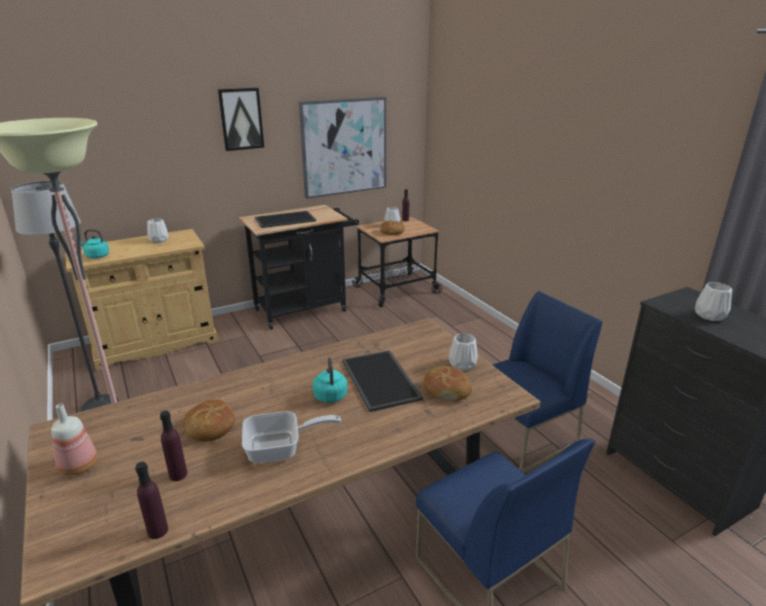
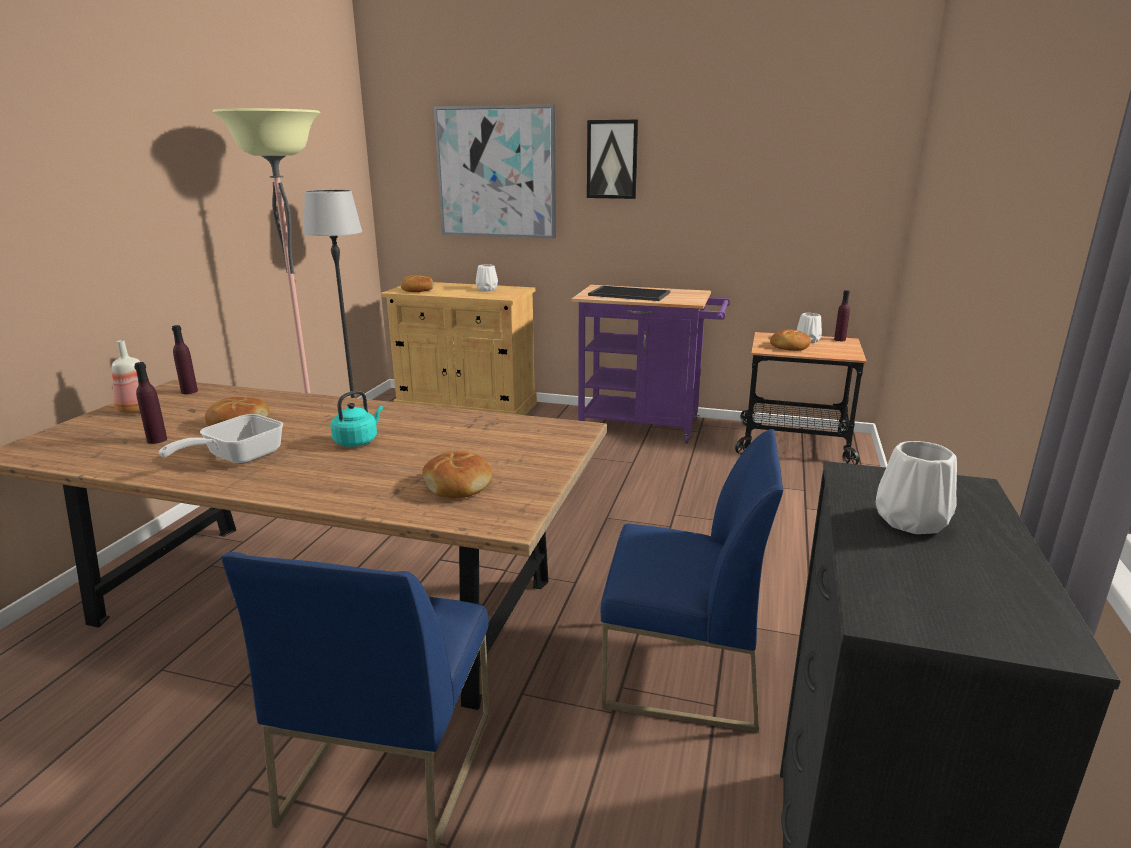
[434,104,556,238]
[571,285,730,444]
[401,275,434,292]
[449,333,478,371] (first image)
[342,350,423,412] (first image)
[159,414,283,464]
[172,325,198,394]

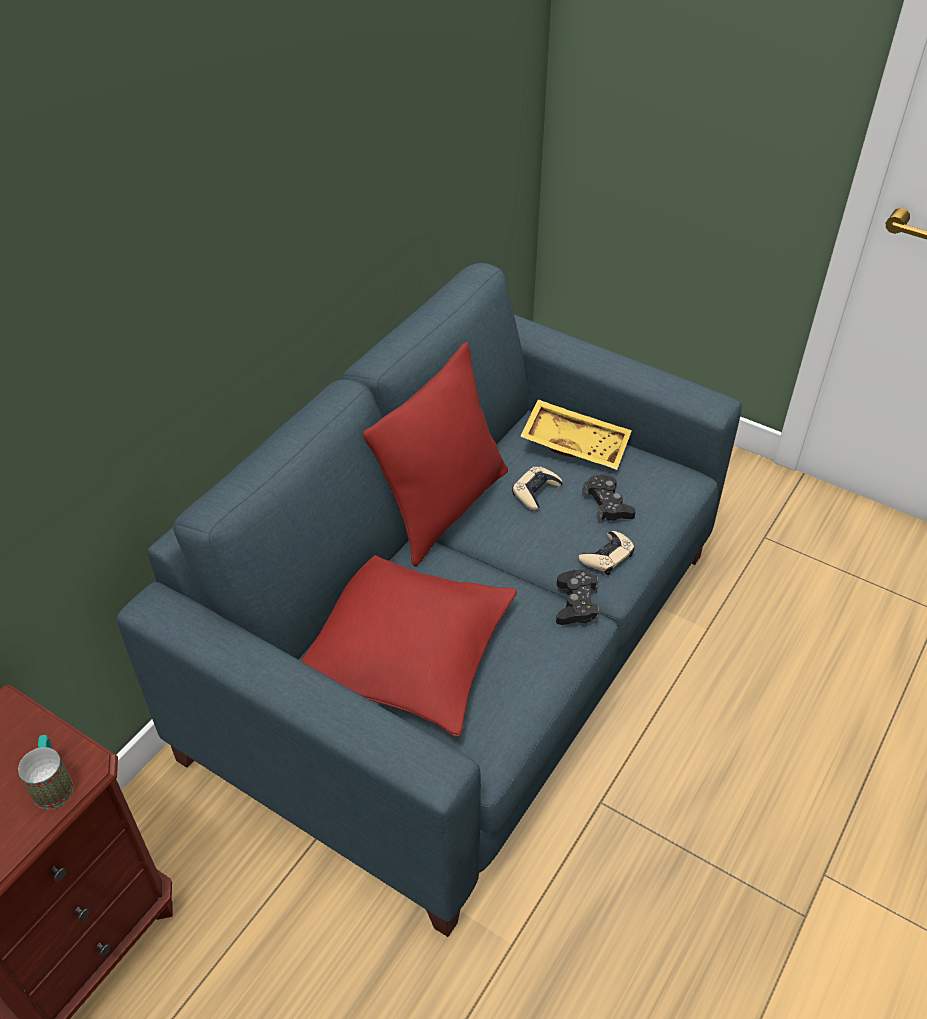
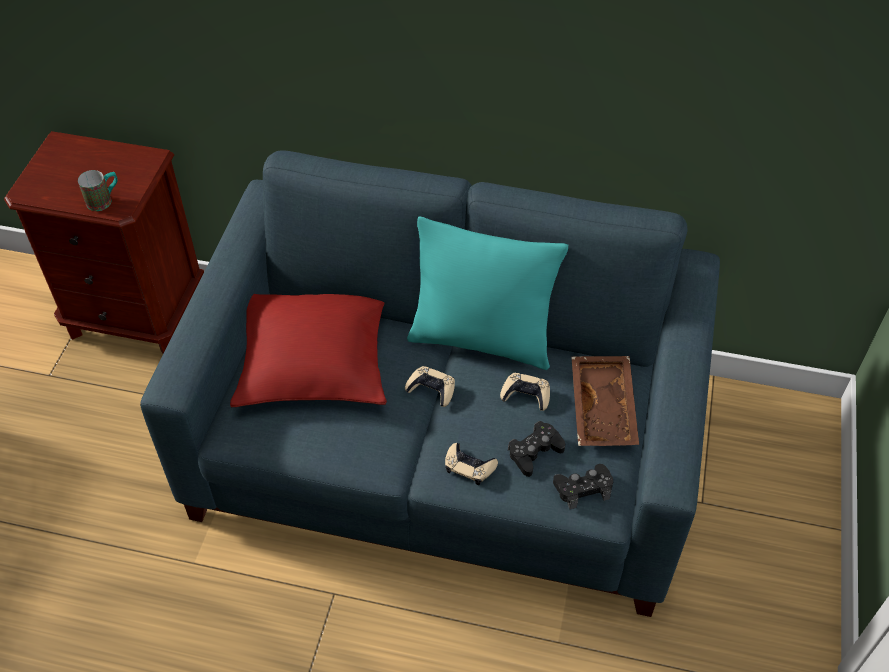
[407,216,568,370]
[571,356,639,446]
[553,464,613,509]
[405,366,455,407]

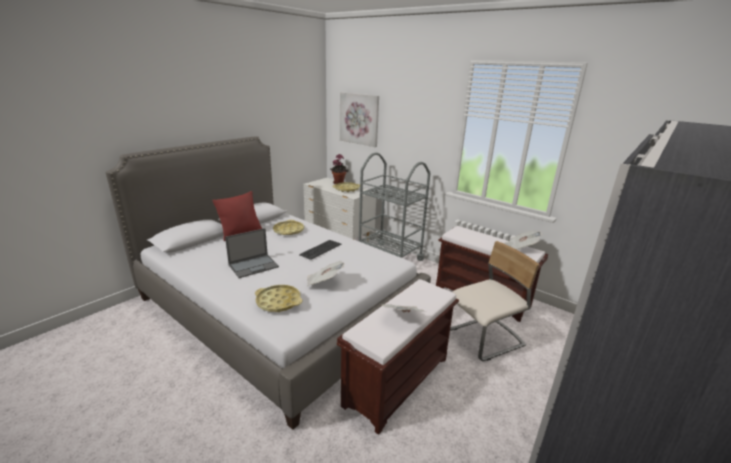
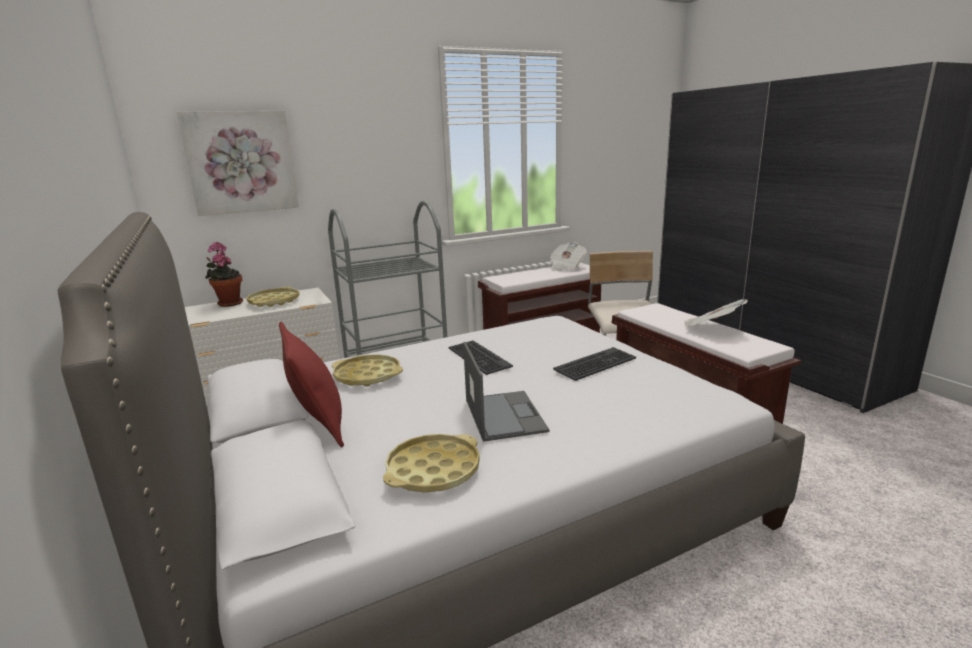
[553,347,636,381]
[383,434,480,492]

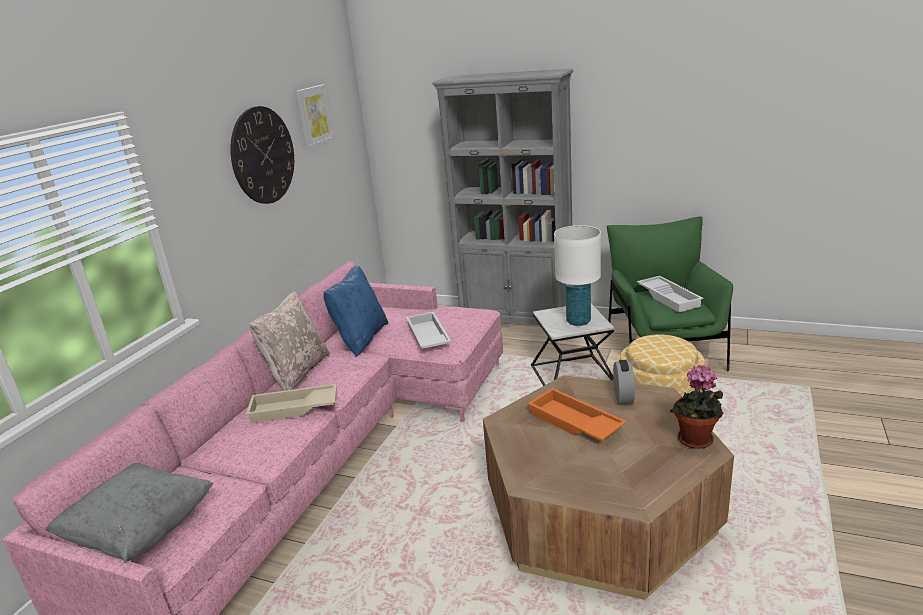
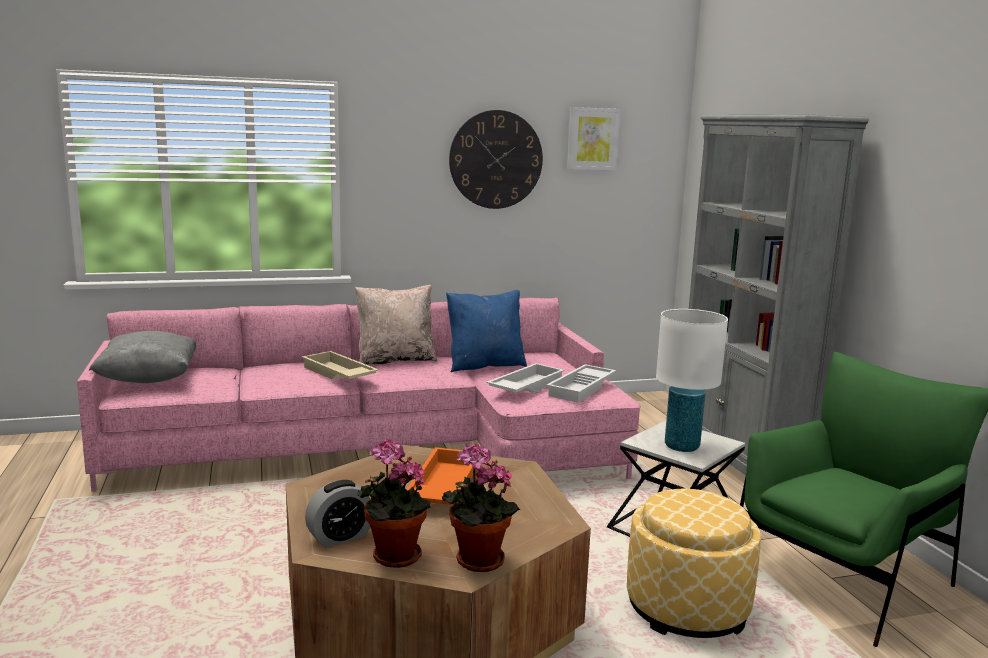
[546,364,616,403]
[305,480,371,547]
[356,439,431,568]

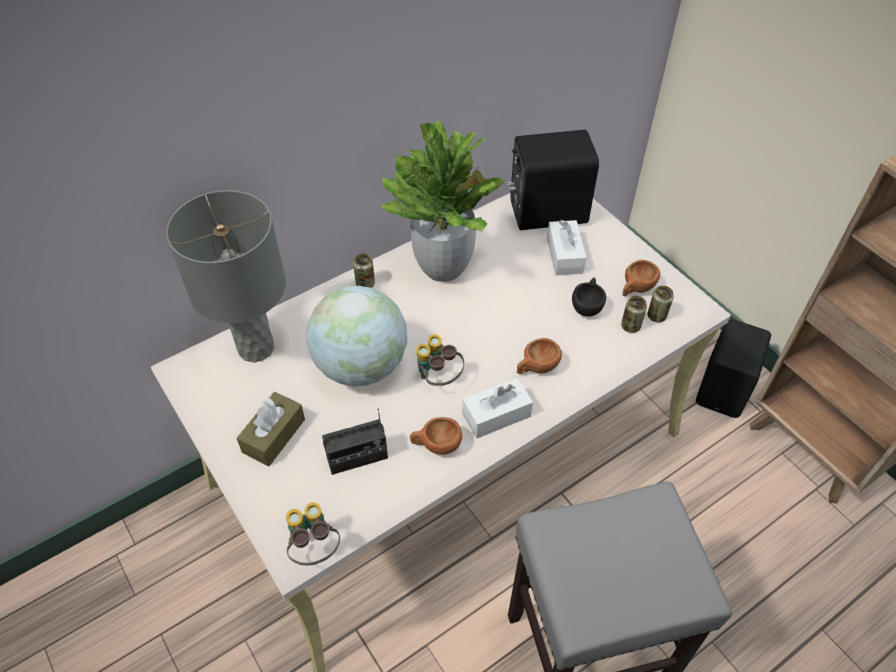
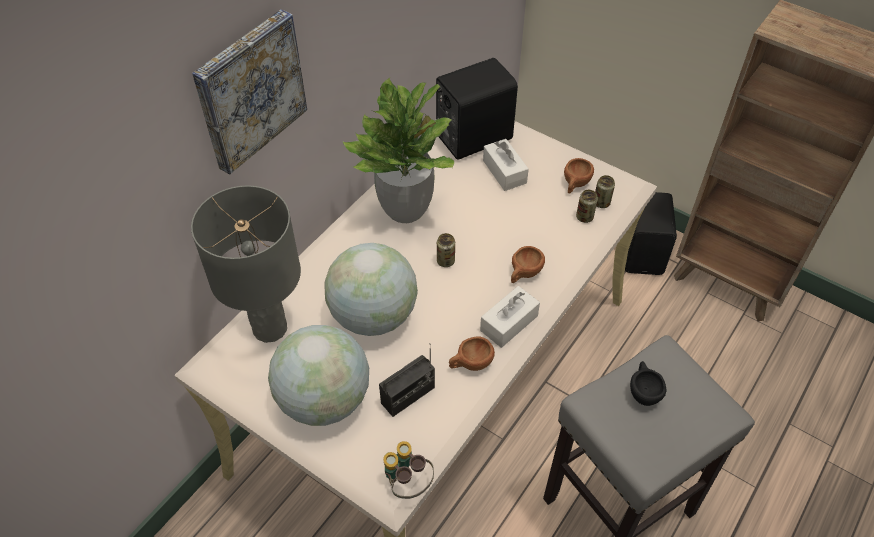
[437,233,455,267]
[630,361,666,406]
[416,334,464,386] (first image)
[268,325,369,426]
[192,9,307,175]

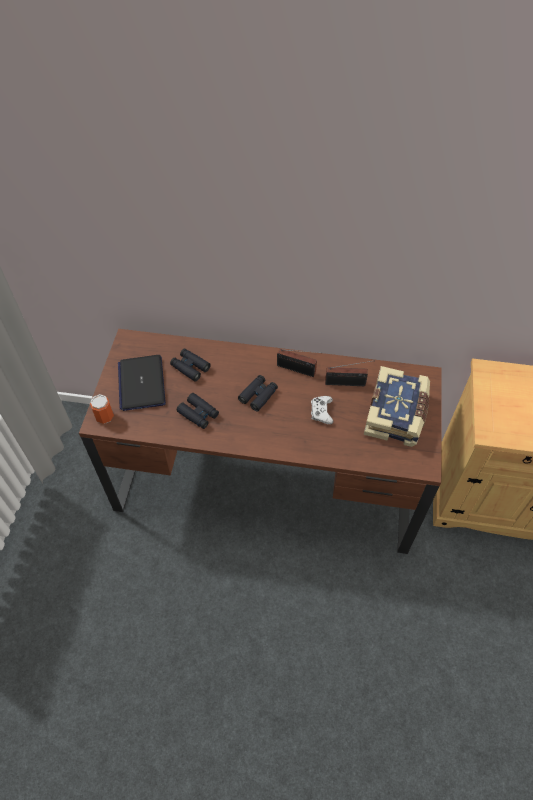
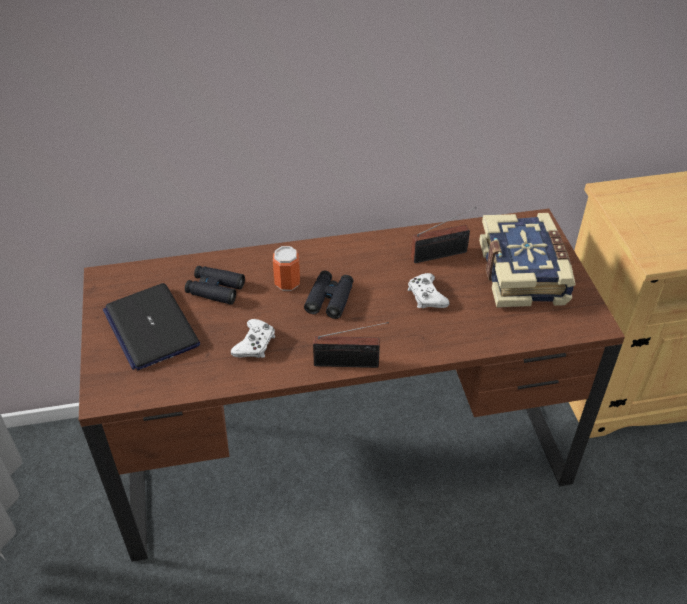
[313,322,389,368]
[231,319,275,358]
[273,246,300,291]

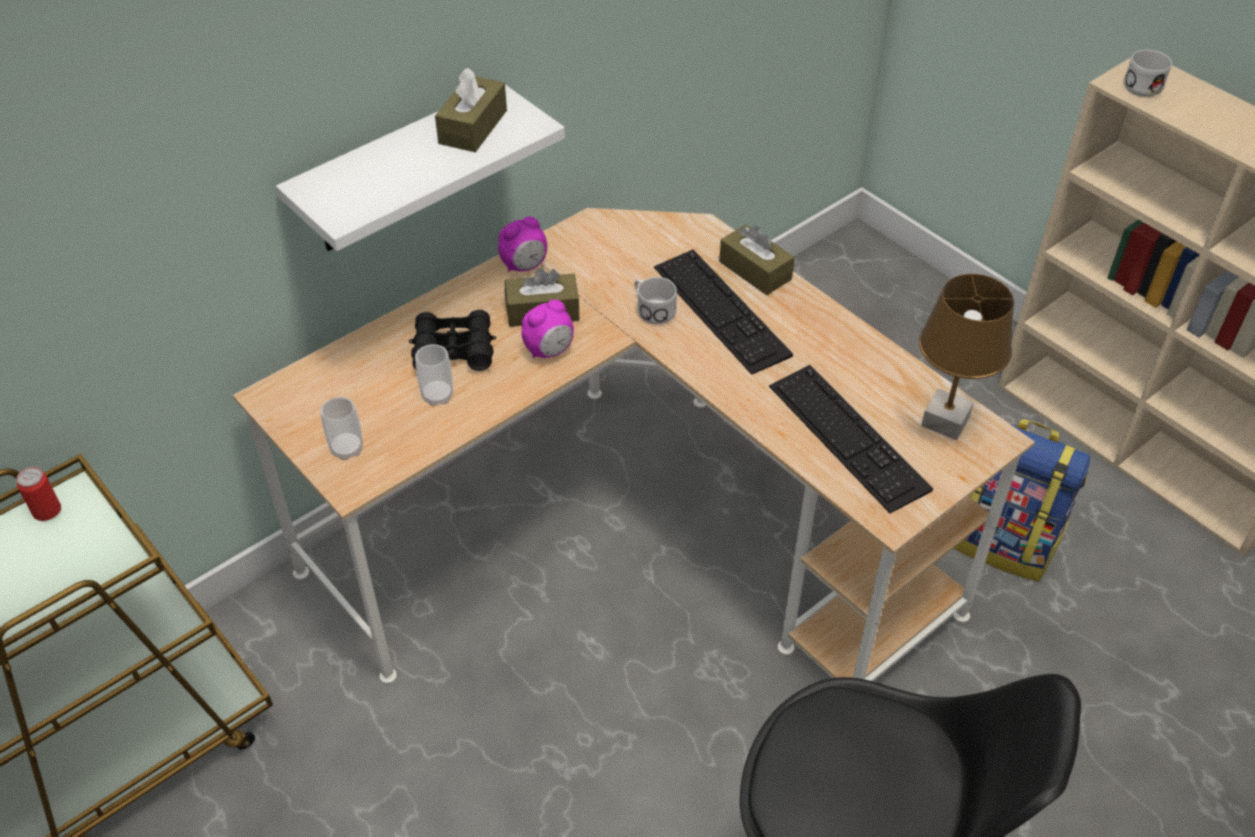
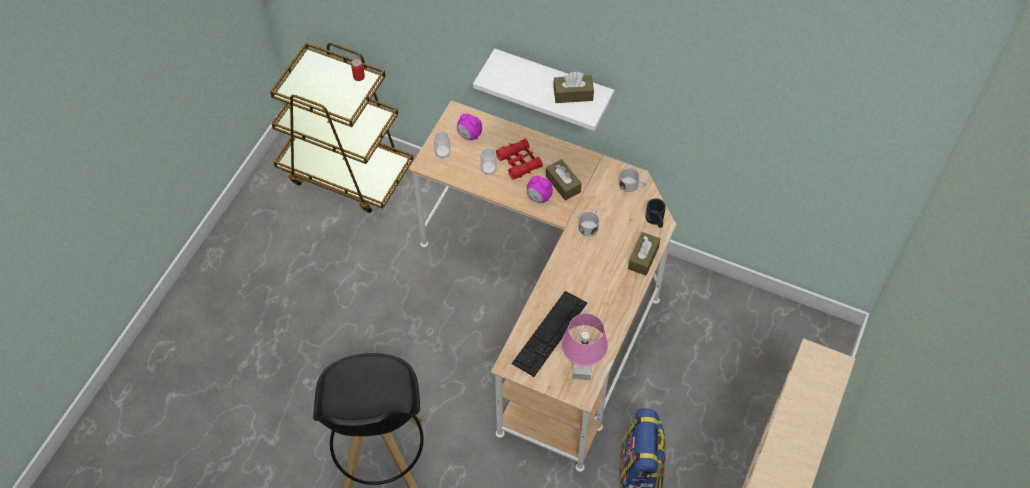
[619,168,646,192]
[457,114,482,140]
[654,249,793,375] (first image)
[561,313,608,380]
[496,139,543,179]
[645,198,666,228]

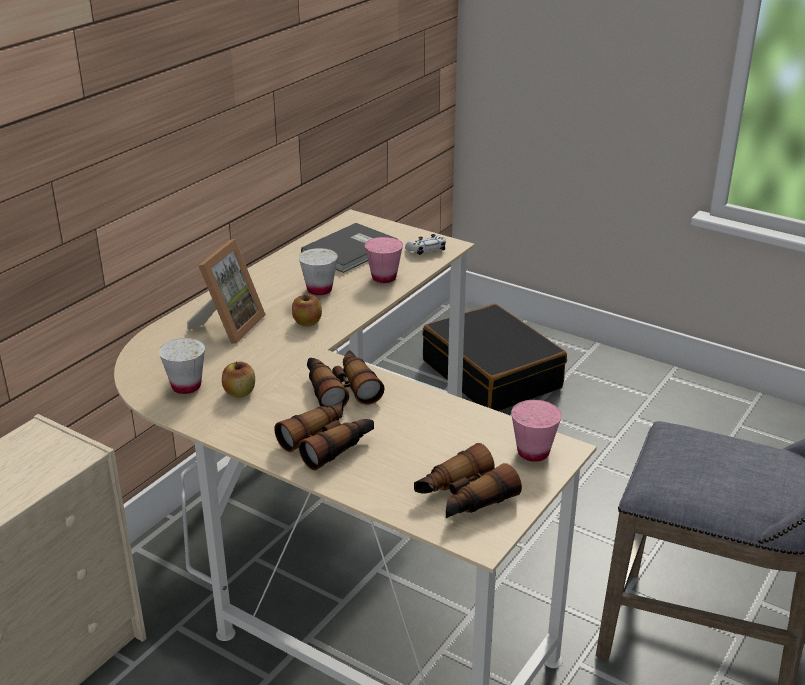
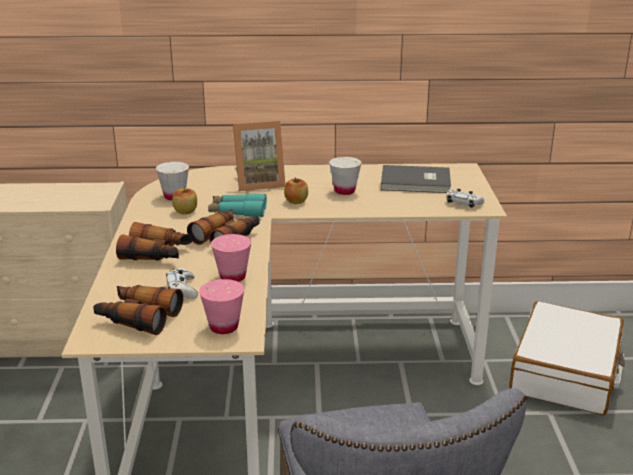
[211,234,251,282]
[509,301,625,415]
[208,194,267,217]
[166,268,198,299]

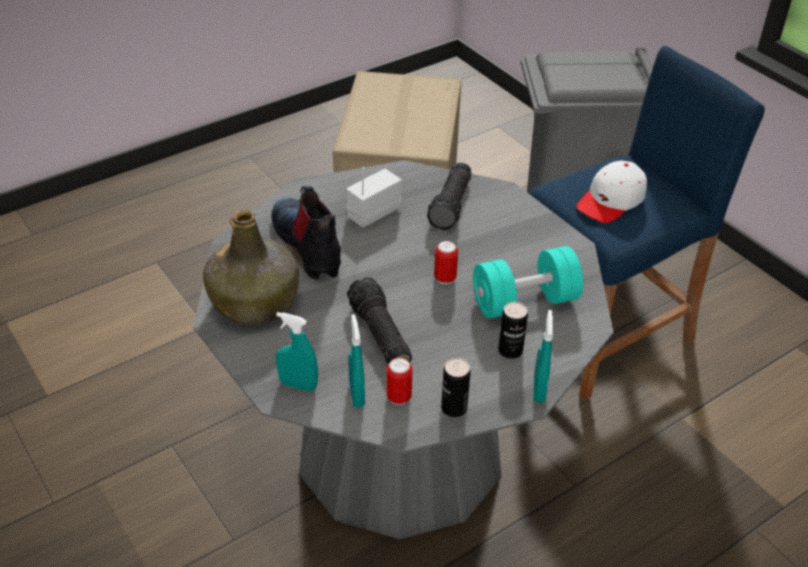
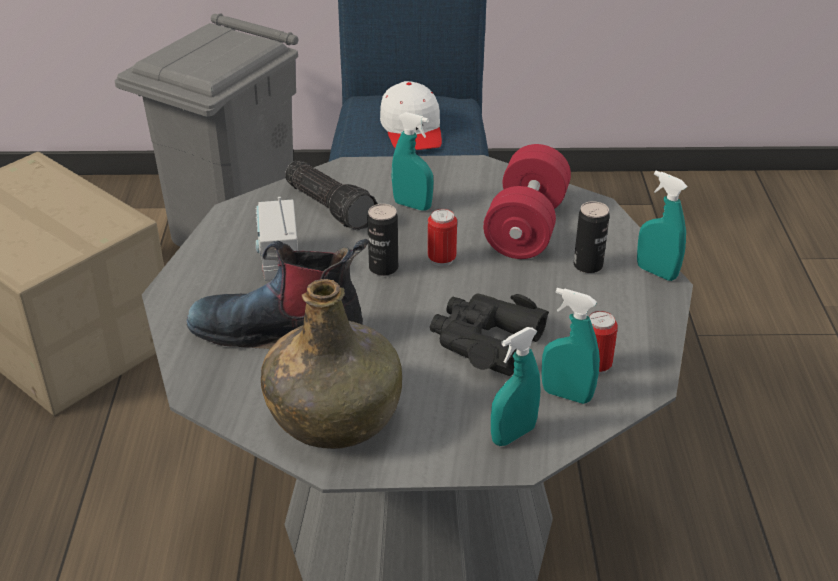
[483,144,571,259]
[430,293,549,376]
[367,204,398,276]
[392,112,433,210]

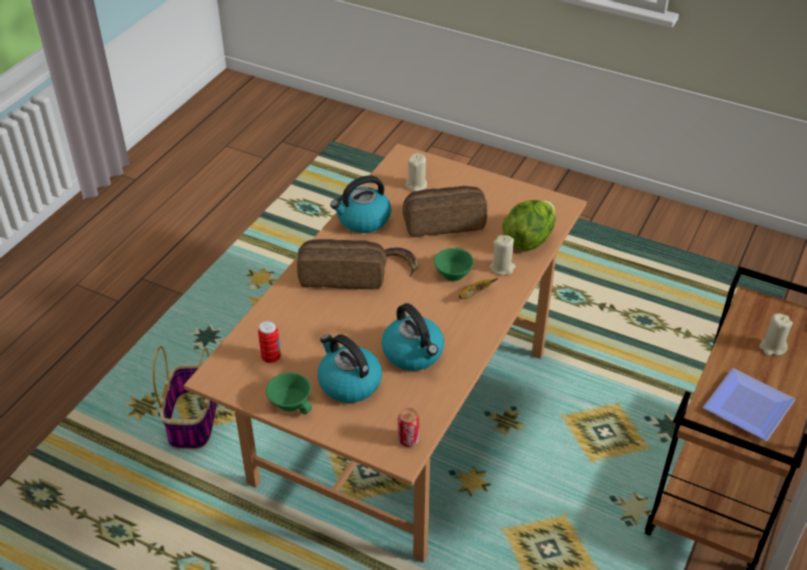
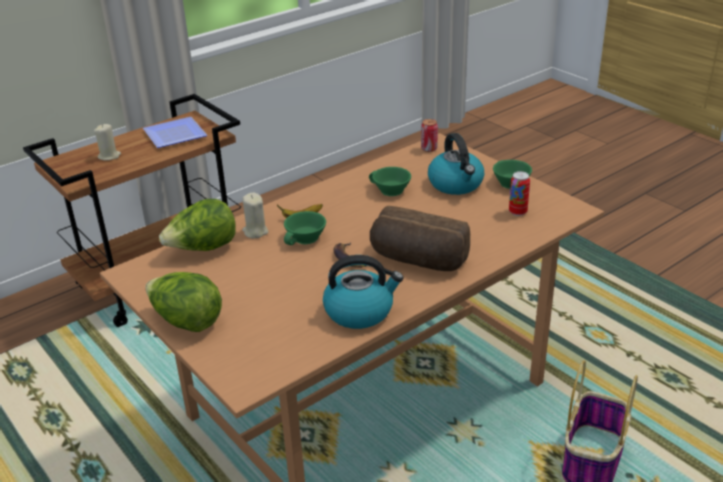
[405,153,427,191] (first image)
[403,186,487,237] (first image)
[369,167,411,196]
[145,272,222,332]

